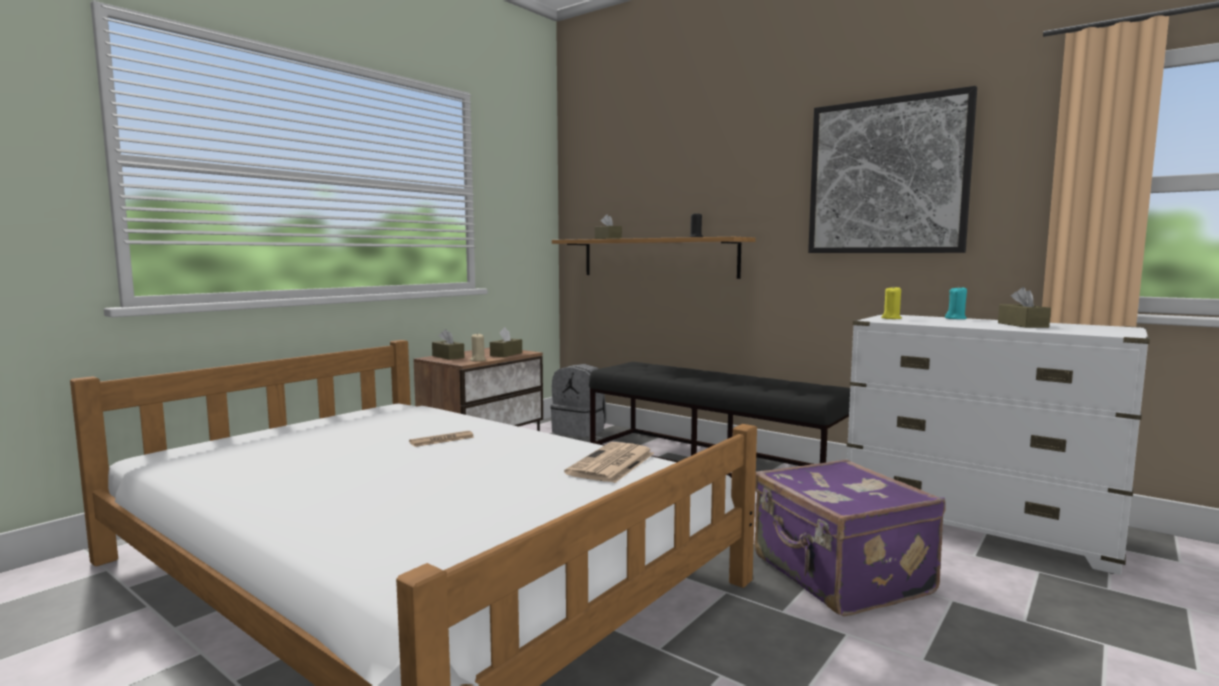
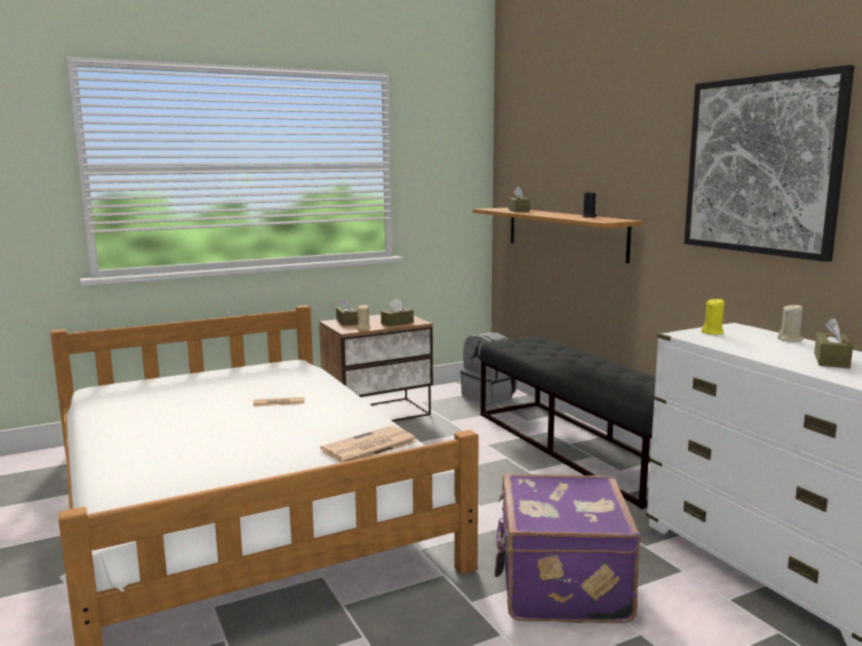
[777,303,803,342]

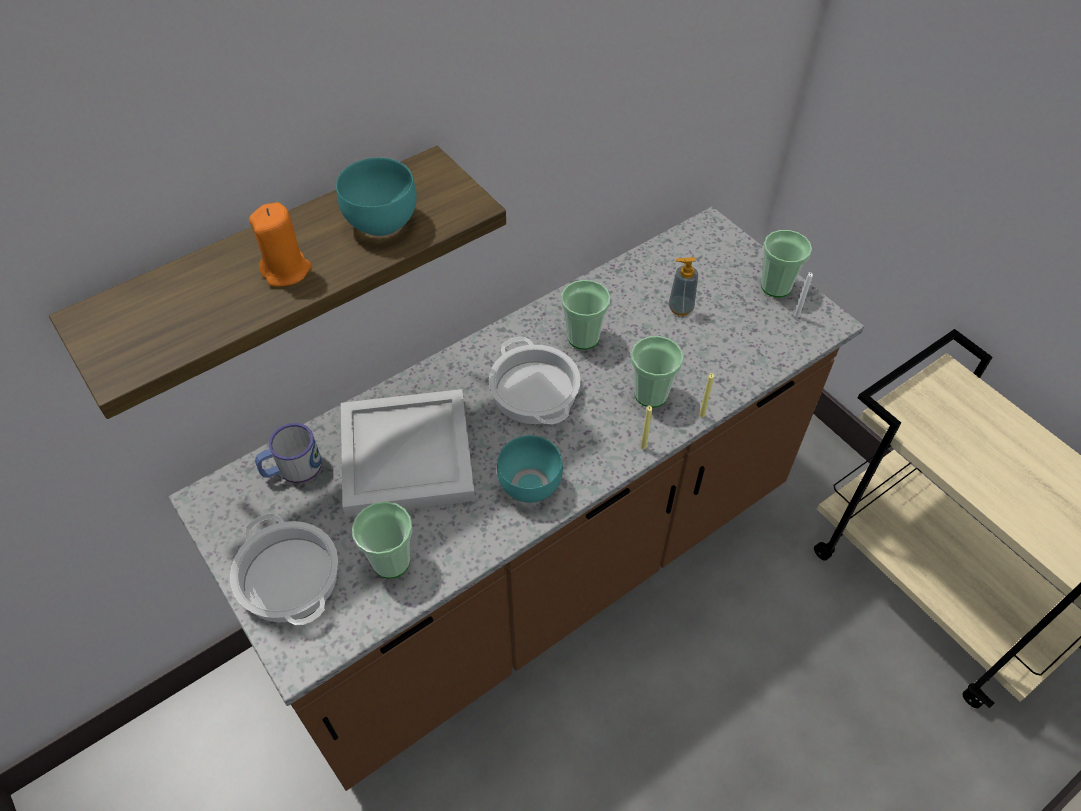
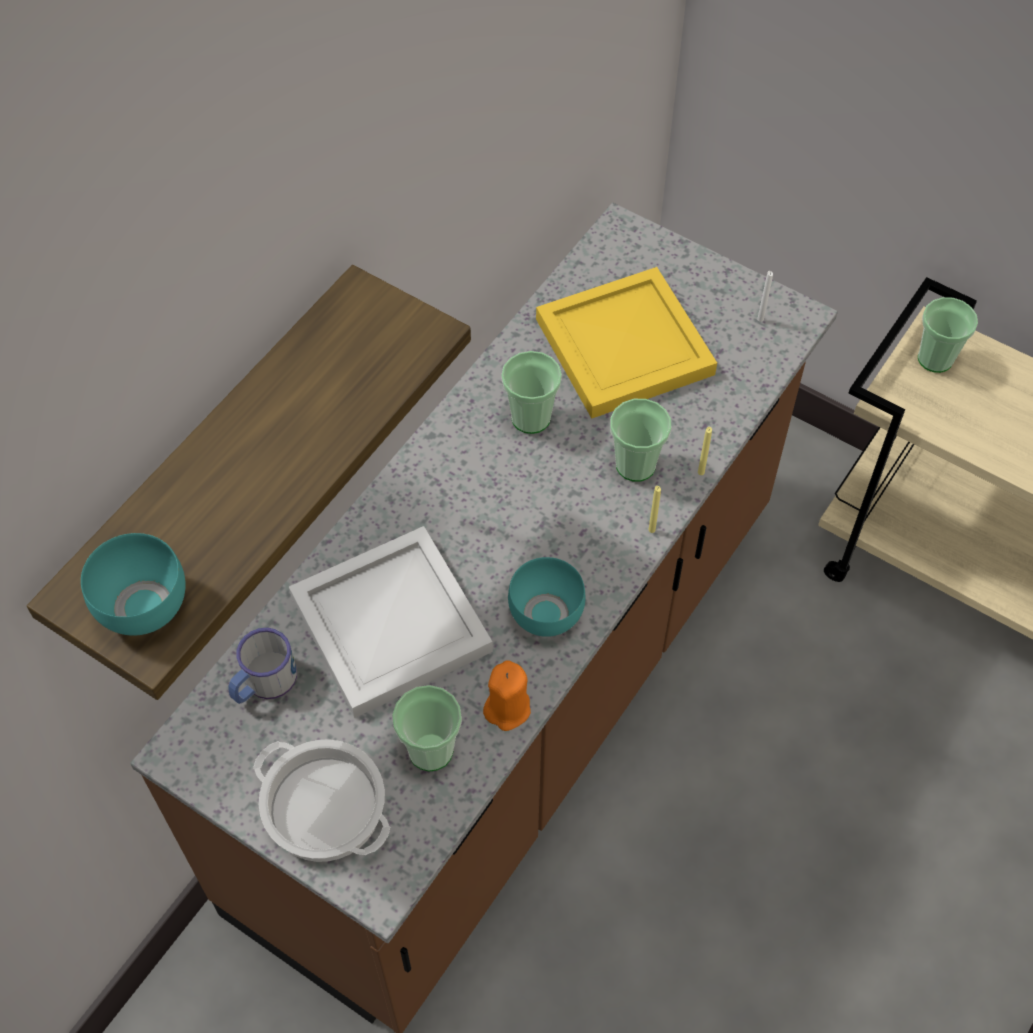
[81,533,186,636]
[483,660,531,731]
[918,297,978,373]
[536,267,717,419]
[489,337,581,424] (first image)

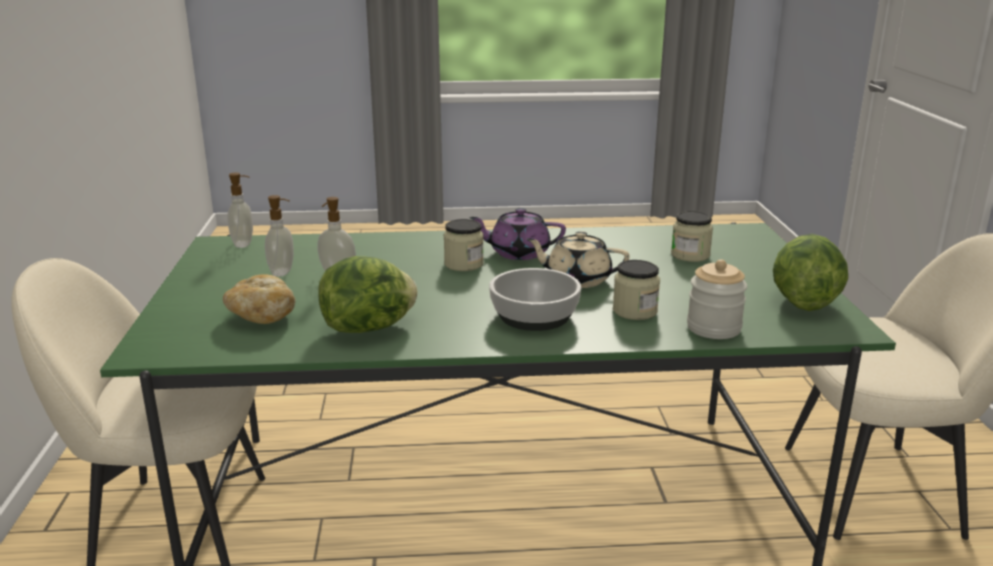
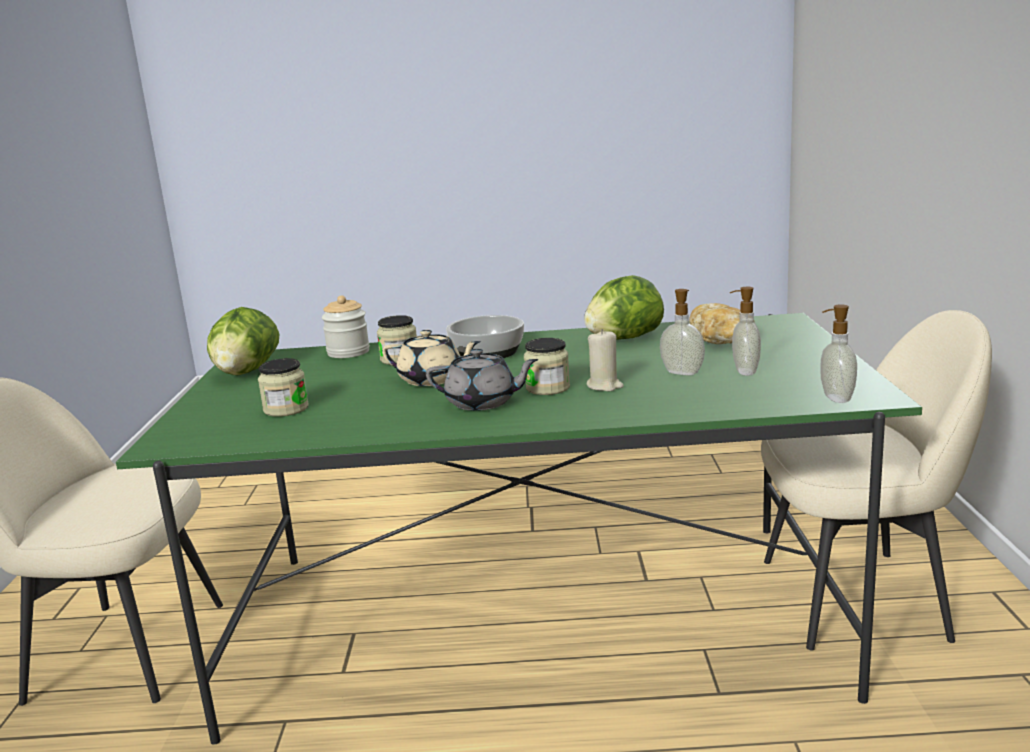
[426,348,539,411]
[587,329,624,391]

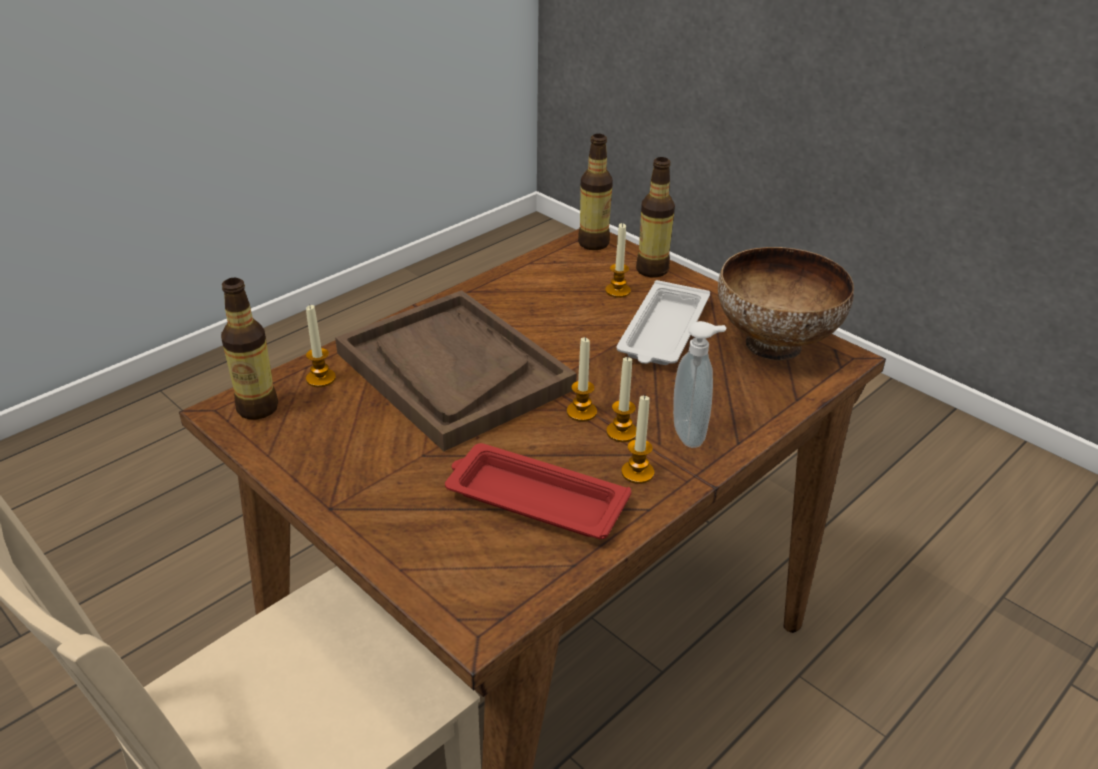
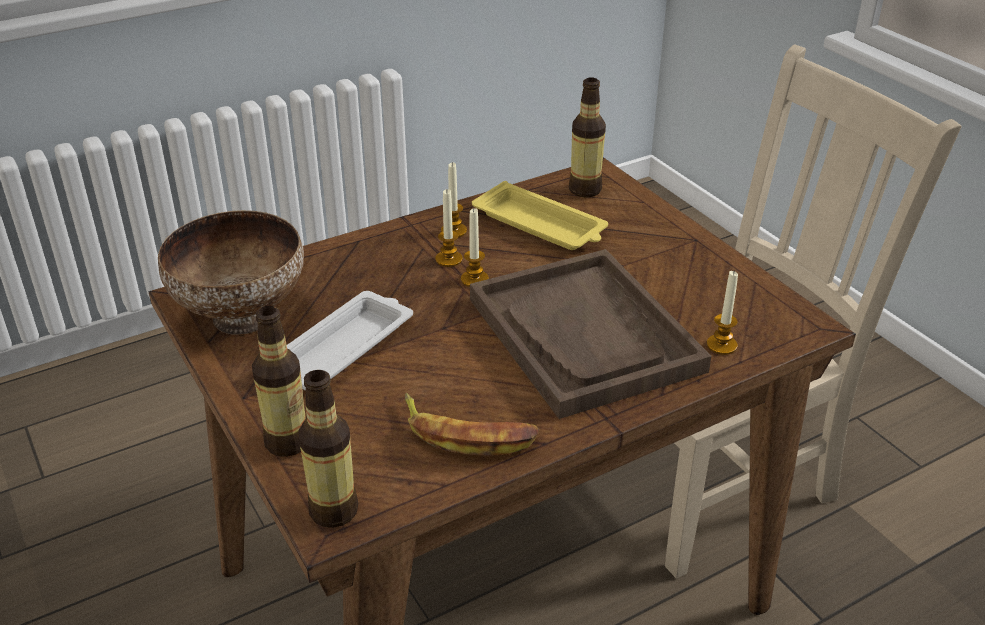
[605,223,631,298] (first image)
[569,77,606,197]
[673,321,726,448] (first image)
[472,181,608,250]
[405,393,539,456]

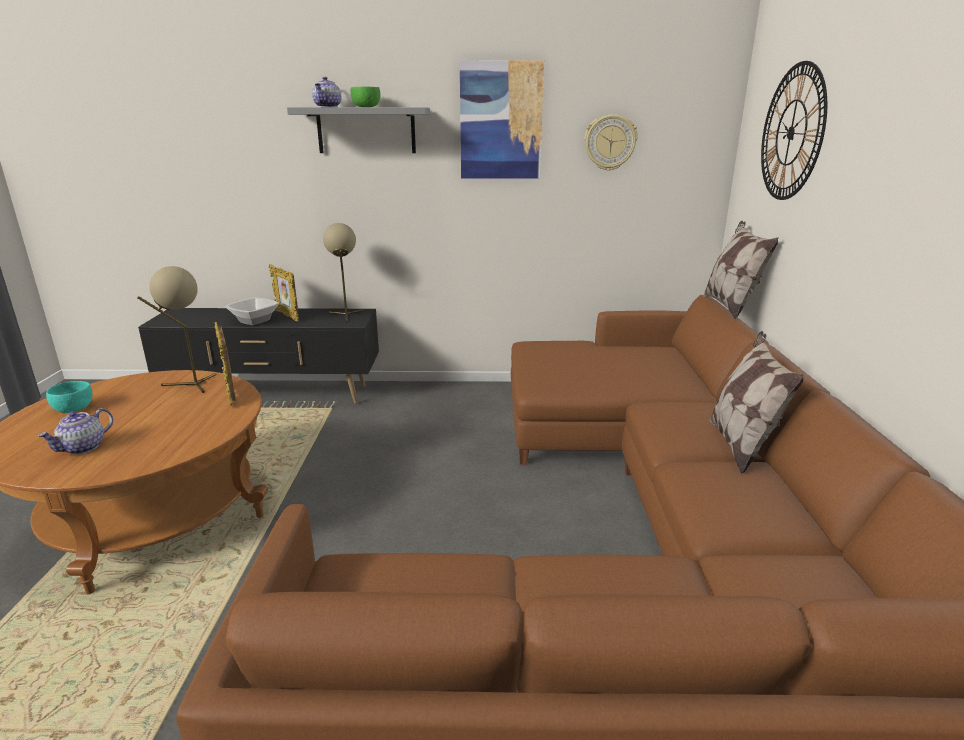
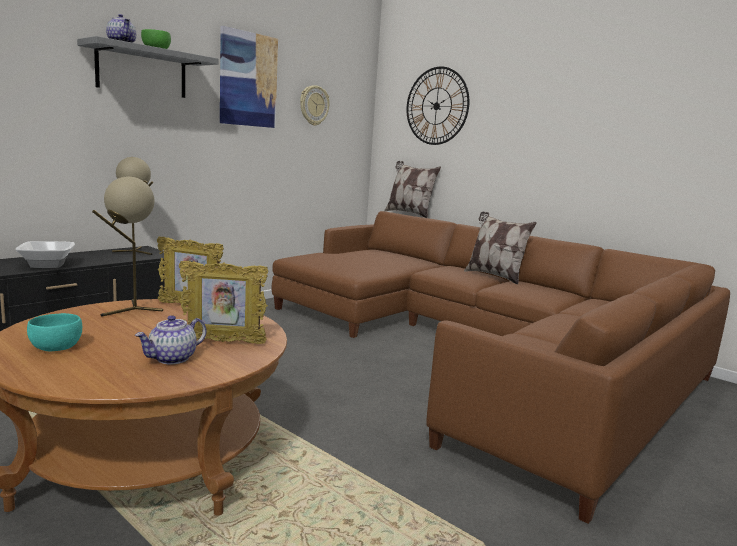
[179,261,269,344]
[135,315,206,364]

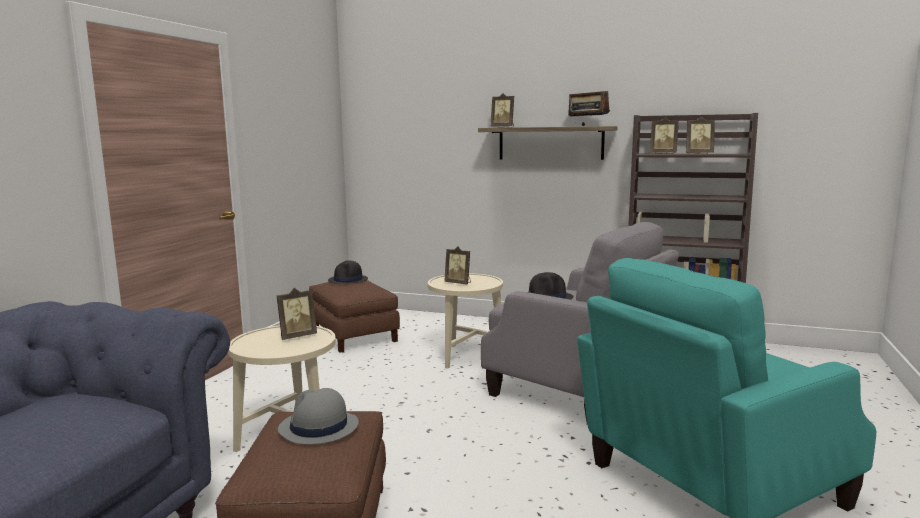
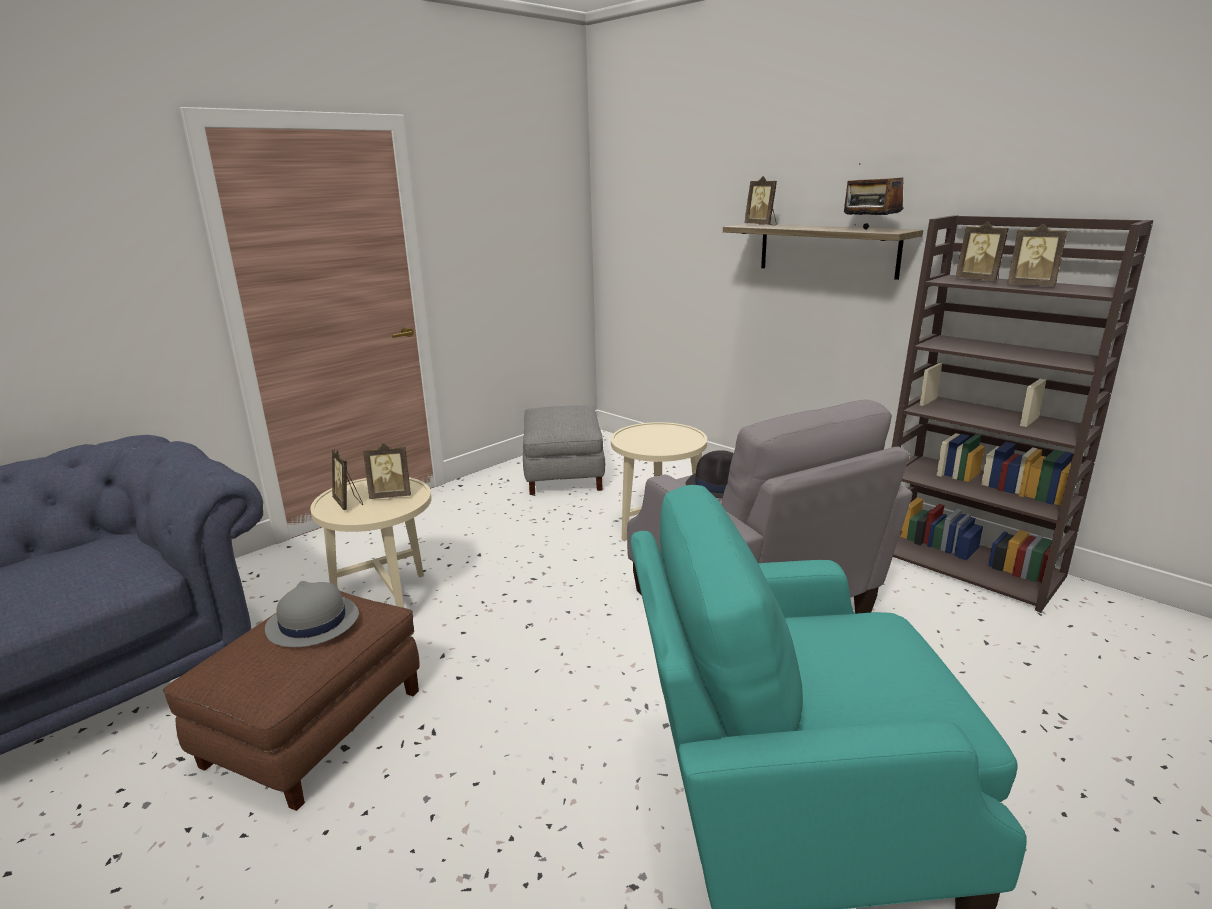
[332,449,363,510]
[328,261,368,284] (first image)
[523,405,605,495]

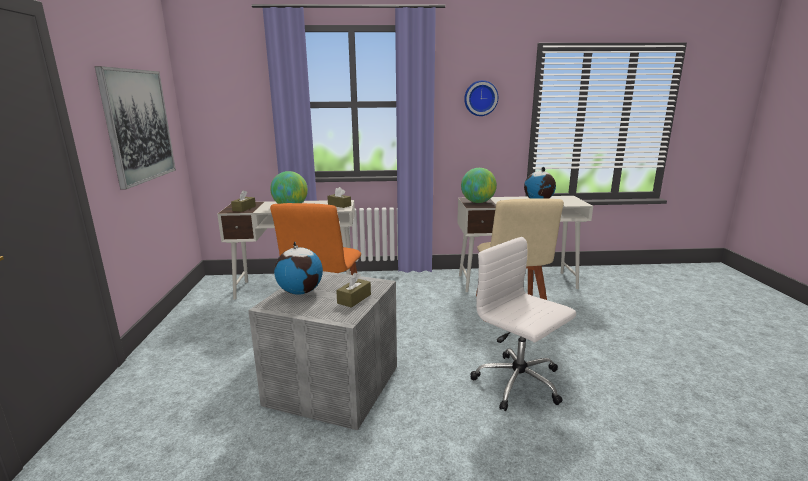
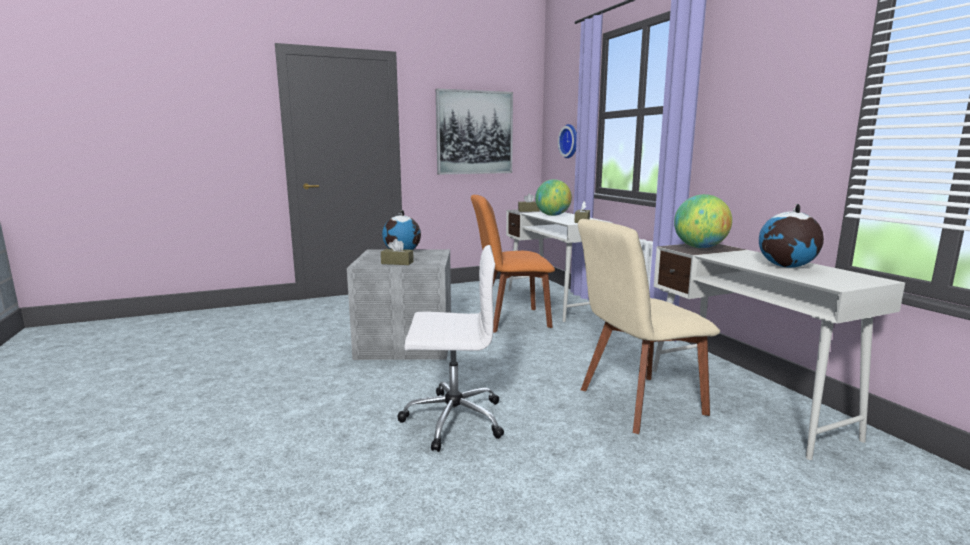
[558,124,577,158]
[397,245,504,452]

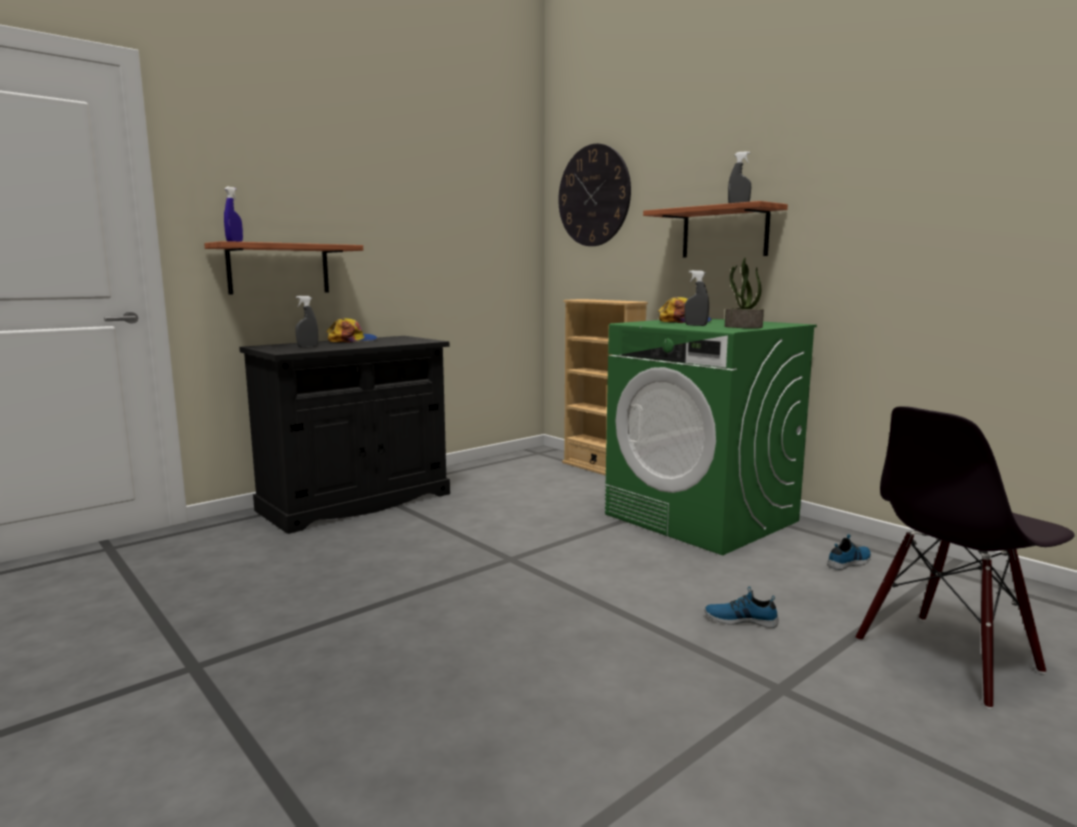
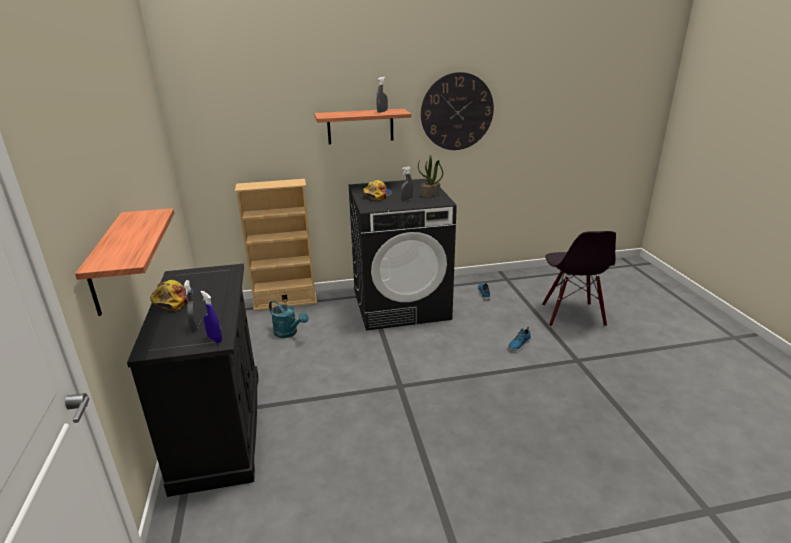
[421,72,494,150]
[200,290,222,343]
[348,178,457,330]
[269,300,308,338]

